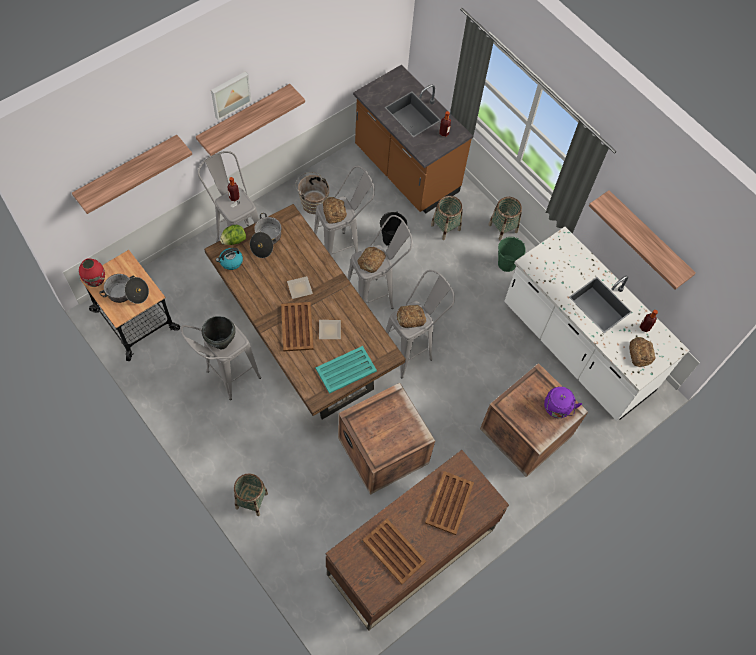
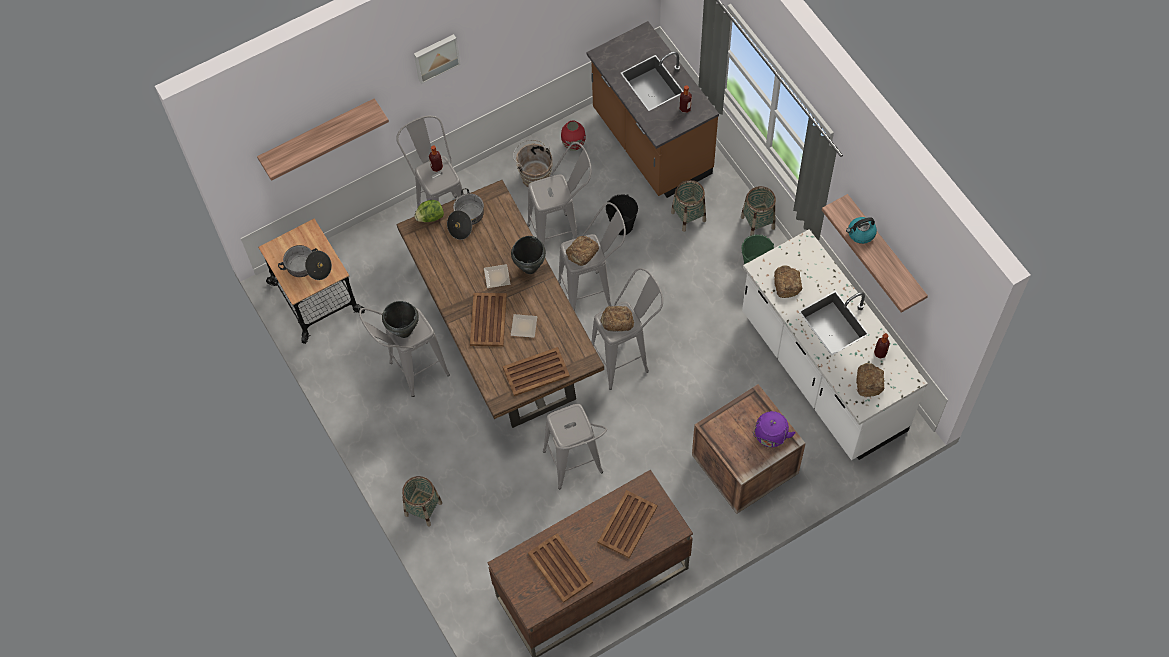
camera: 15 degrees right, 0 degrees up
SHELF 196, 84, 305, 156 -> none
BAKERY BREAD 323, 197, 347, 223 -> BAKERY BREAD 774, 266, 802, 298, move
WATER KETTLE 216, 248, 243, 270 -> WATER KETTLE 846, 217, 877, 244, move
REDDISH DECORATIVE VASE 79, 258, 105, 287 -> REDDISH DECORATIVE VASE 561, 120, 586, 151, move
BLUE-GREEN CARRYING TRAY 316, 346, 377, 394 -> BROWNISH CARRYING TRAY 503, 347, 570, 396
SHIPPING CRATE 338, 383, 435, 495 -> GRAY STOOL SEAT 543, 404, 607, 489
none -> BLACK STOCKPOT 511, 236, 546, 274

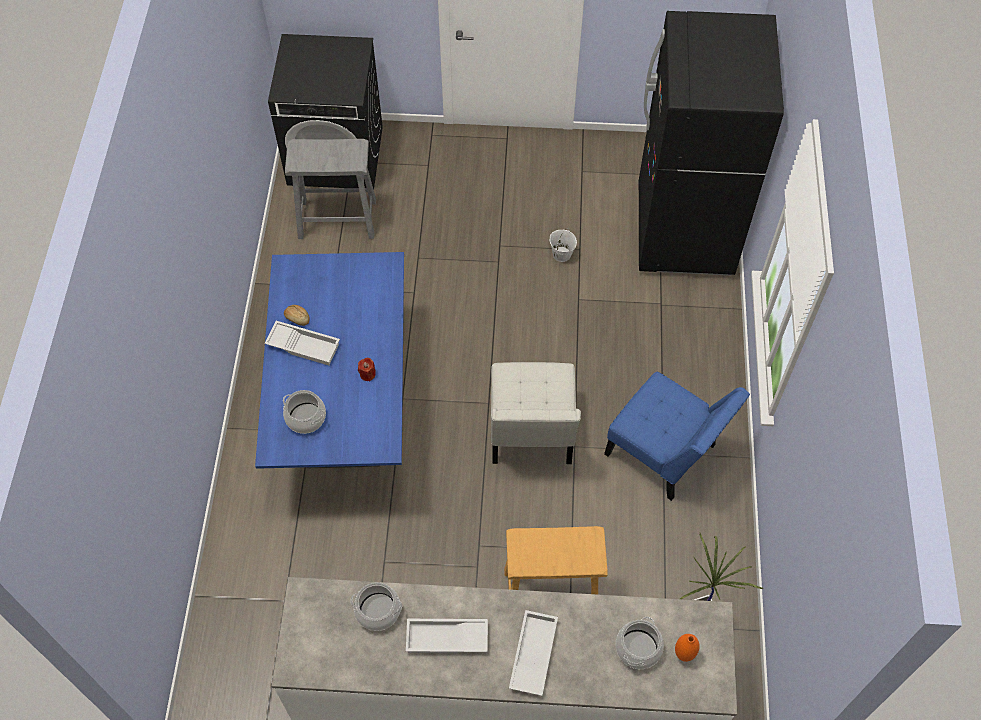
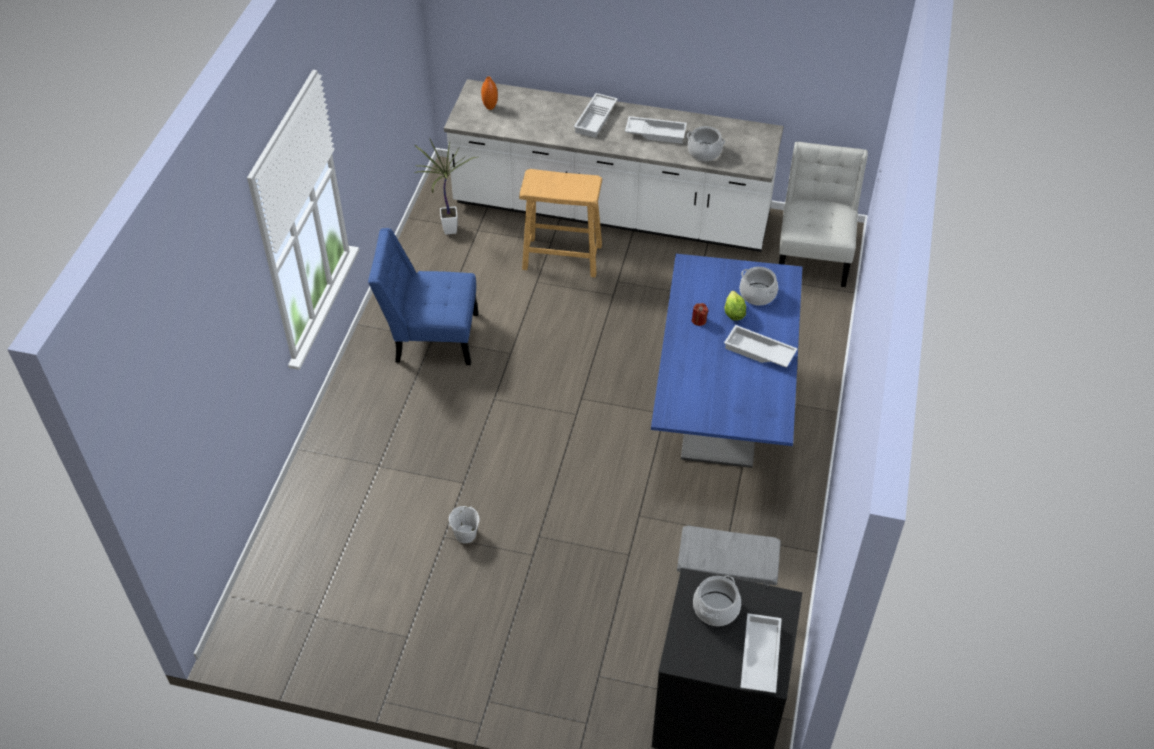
camera: 170 degrees left, 10 degrees down
BLACK KITCHEN FRIDGE 639, 11, 784, 276 -> none
BAKERY BREAD 284, 305, 310, 326 -> none
WHITE CHAIR 491, 362, 581, 464 -> WHITE CHAIR 779, 142, 868, 287, move
BLUE CHAIR 604, 372, 750, 501 -> BLUE CHAIR 368, 228, 479, 365, 45 degrees counterclockwise
STOCKPOT 616, 617, 664, 669 -> STOCKPOT 693, 576, 741, 626, move
none -> HEAD OF LETTUCE 725, 291, 746, 321
none -> WHITE CARRYING TRAY 740, 613, 782, 693

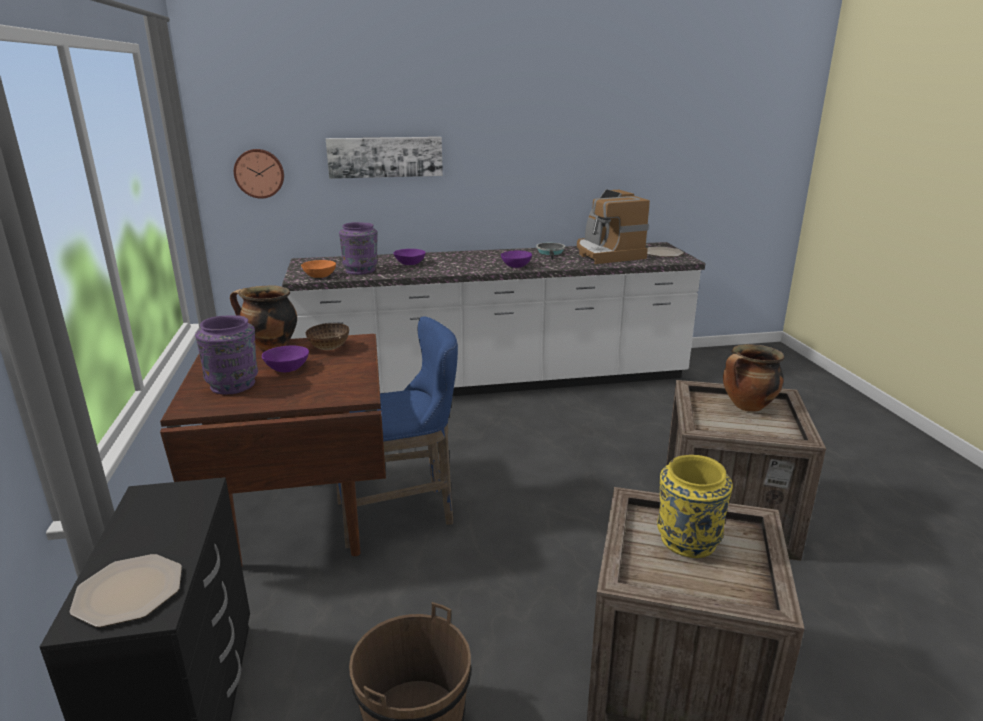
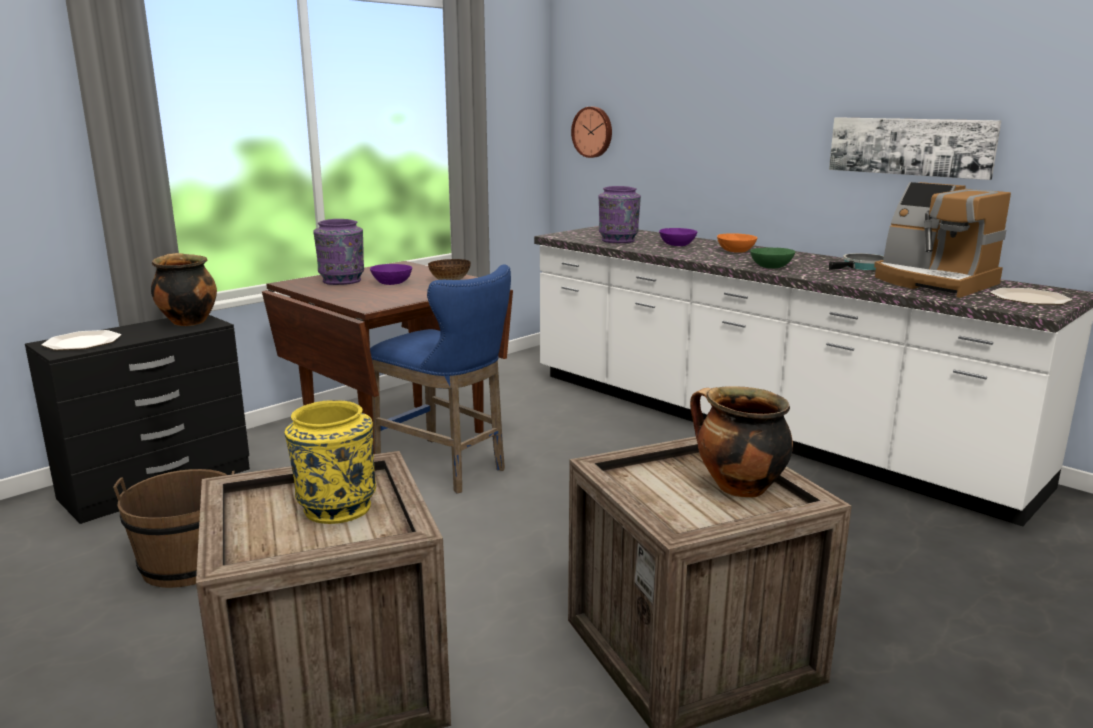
camera: 55 degrees right, 5 degrees down
WALL ART 326, 137, 443, 179 -> WALL ART 829, 117, 1001, 180, move
COFFEE MAKER 577, 189, 650, 264 -> COFFEE MAKER 874, 182, 1011, 298, 75 degrees counterclockwise
PURPLE-COLOURED SERVING BOWL 501, 251, 532, 268 -> GREEN-COLOURED SERVING BOWL 750, 247, 796, 269
ORANGEY SERVING BOWL 301, 260, 336, 278 -> ORANGEY SERVING BOWL 717, 233, 757, 253, move
STOCKPOT 230, 286, 297, 351 -> STOCKPOT 151, 253, 217, 326, move

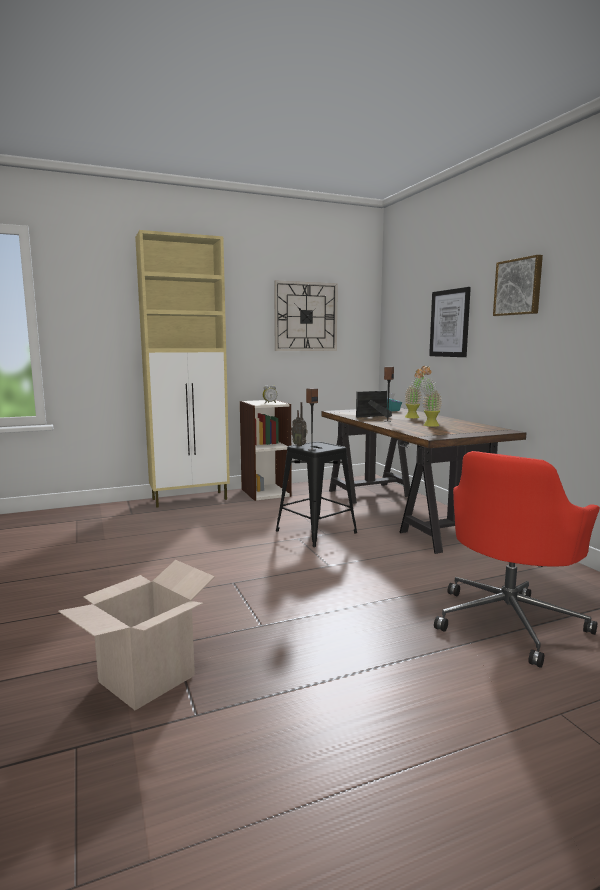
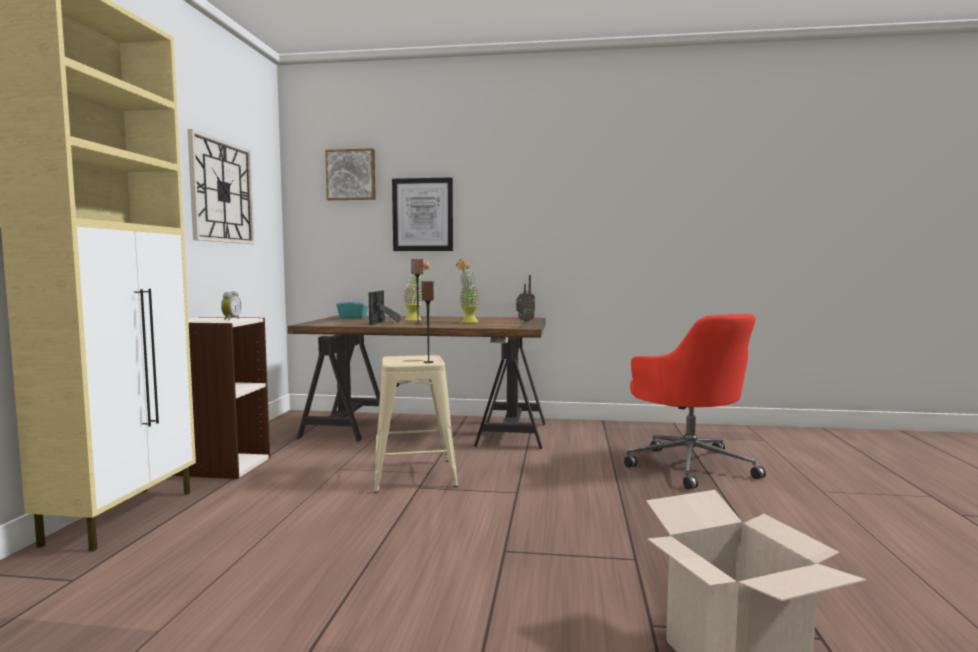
camera: 60 degrees left, 5 degrees down
WALL ART 493, 255, 543, 316 -> WALL ART 325, 148, 376, 200, move
RADIO SET 291, 402, 307, 447 -> RADIO SET 516, 275, 535, 322, move
BLACK STOOL SEAT 276, 442, 357, 547 -> BEIGE STOOL SEAT 374, 355, 458, 493

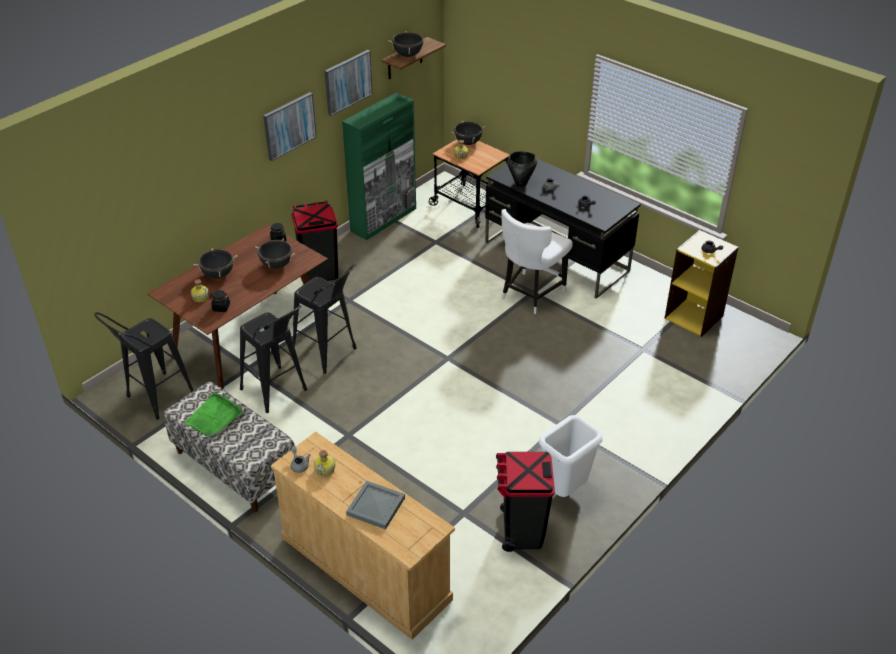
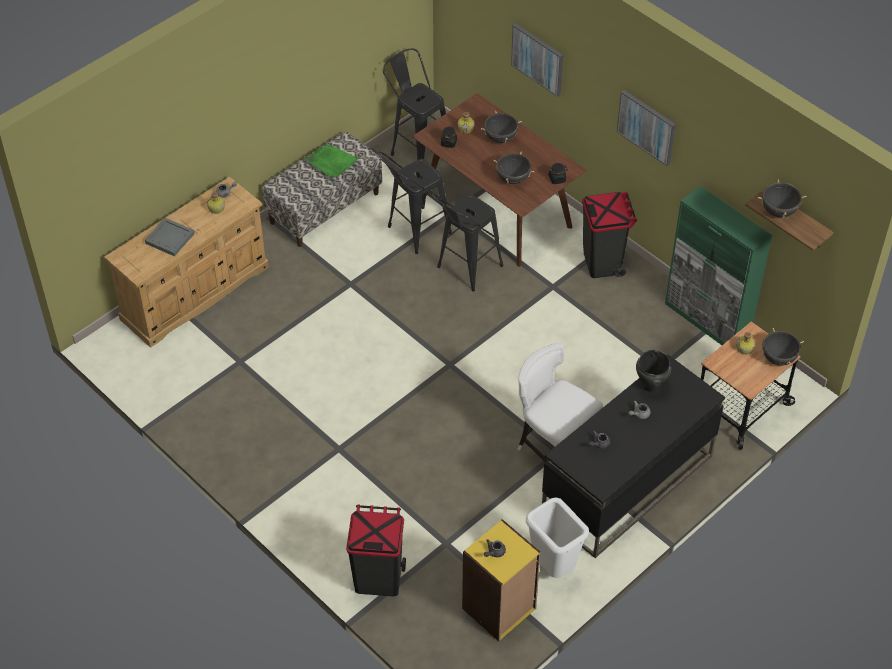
camera: 95 degrees right, 10 degrees up
WALL ART 325, 50, 373, 116 -> WALL ART 511, 23, 563, 97, move
WHITE WASTE BIN 539, 415, 603, 497 -> WHITE WASTE BIN 526, 497, 589, 578, move
BLACK WASTE BIN 496, 452, 555, 552 -> BLACK WASTE BIN 346, 504, 406, 596, move

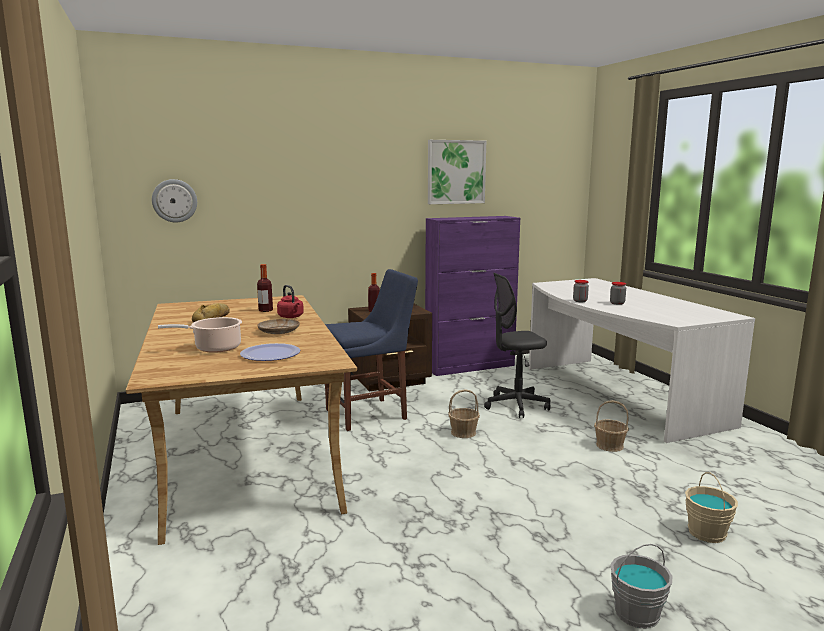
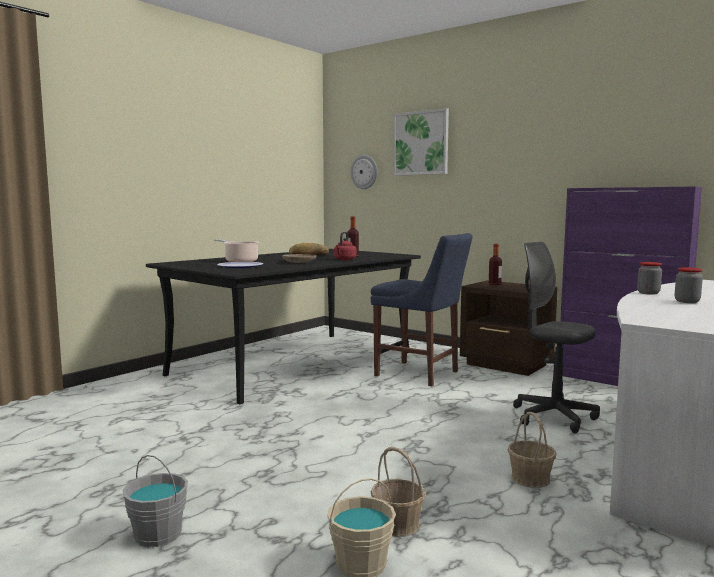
camera: 60 degrees right, 5 degrees down
WALL ART 428, 140, 486, 204 -> WALL ART 393, 108, 449, 176, move
BEIGE DINING TABLE 126, 295, 357, 545 -> BLACK DINING TABLE 146, 249, 421, 404
STORAGE BASKET 448, 389, 480, 438 -> STORAGE BASKET 371, 447, 426, 537, move

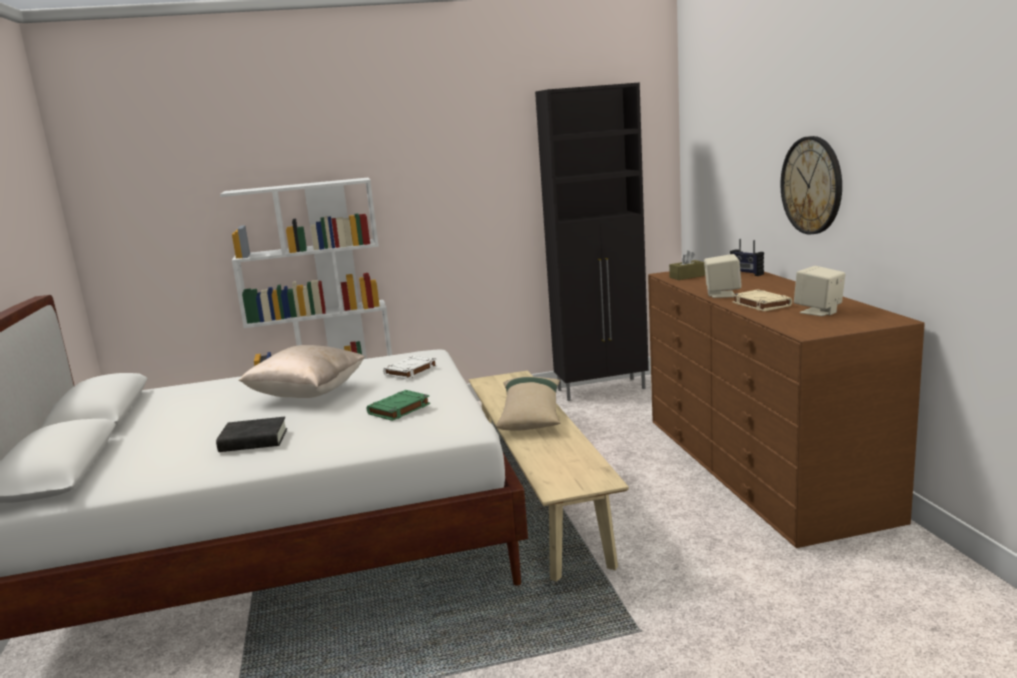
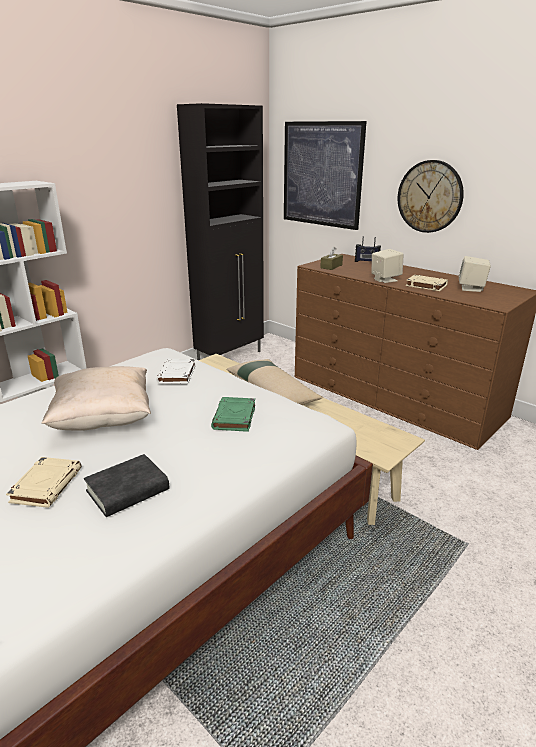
camera: 35 degrees left, 10 degrees up
none -> WALL ART 284, 121, 367, 230
none -> BEIGE VOLUME 6, 457, 82, 508

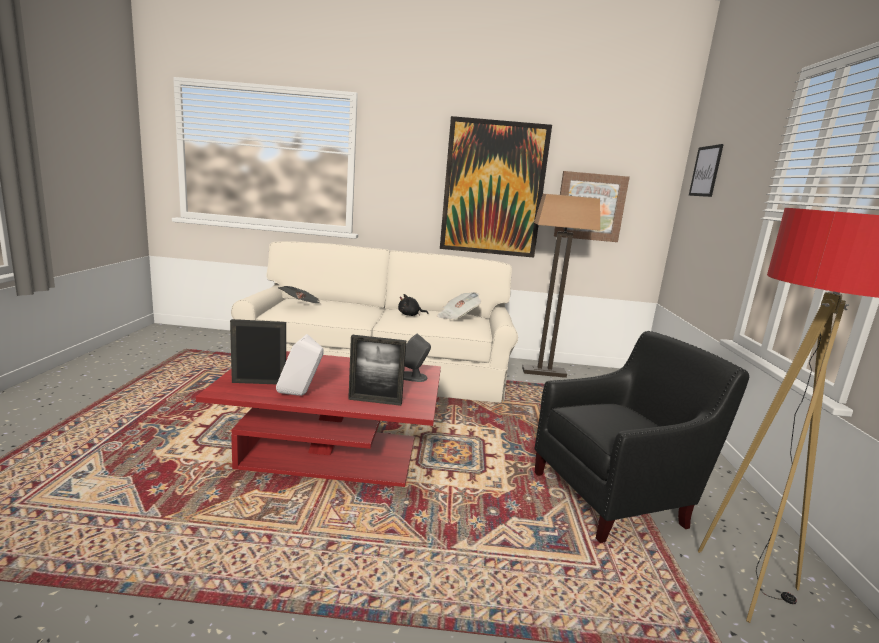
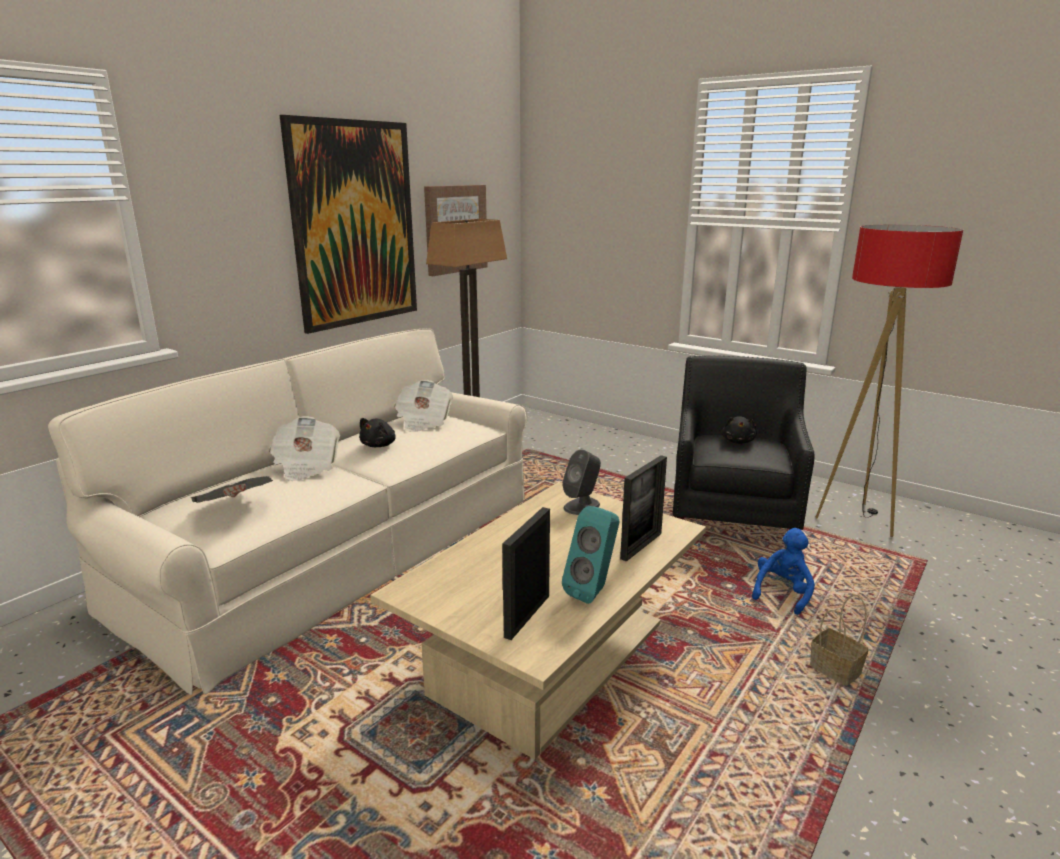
camera: 55 degrees left, 5 degrees up
WALL ART 689, 144, 724, 197 -> none
WHITE SPEAKER 276, 334, 324, 396 -> BLUE-GREEN SPEAKER 562, 506, 619, 604
REDDISH LOW TABLE 196, 351, 441, 487 -> BEIGE LOW TABLE 370, 482, 706, 760
none -> NEWSPAPER 269, 416, 340, 481
none -> BLACK SOFT TOY 722, 416, 757, 444
none -> BLUE SOFT TOY 752, 528, 815, 615
none -> STORAGE BASKET 810, 595, 869, 686

